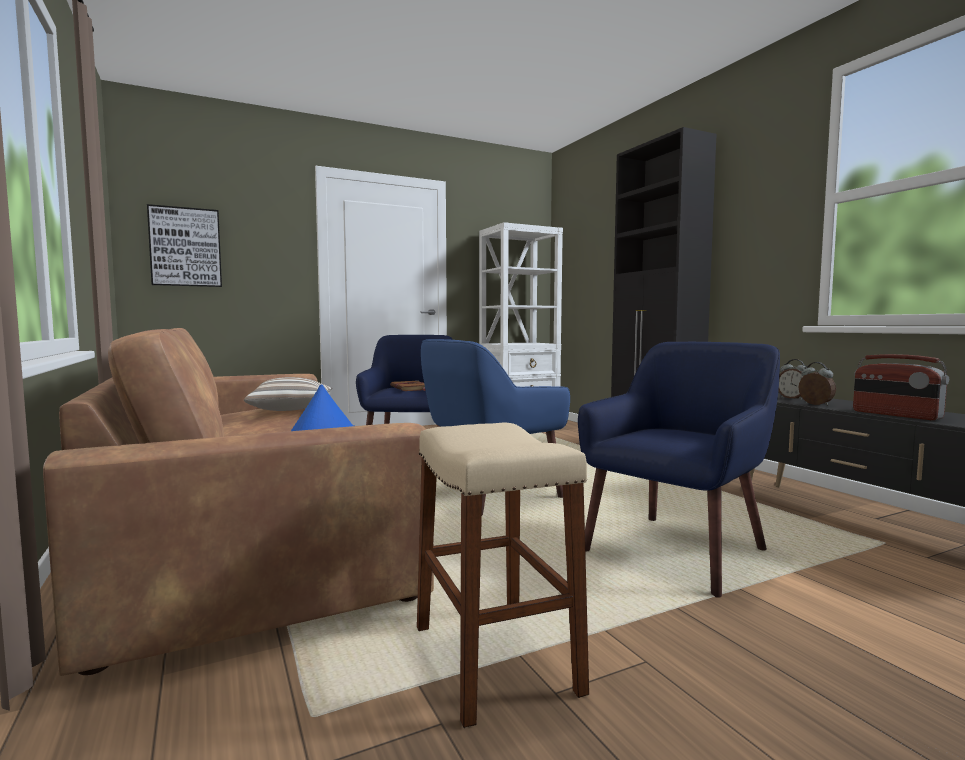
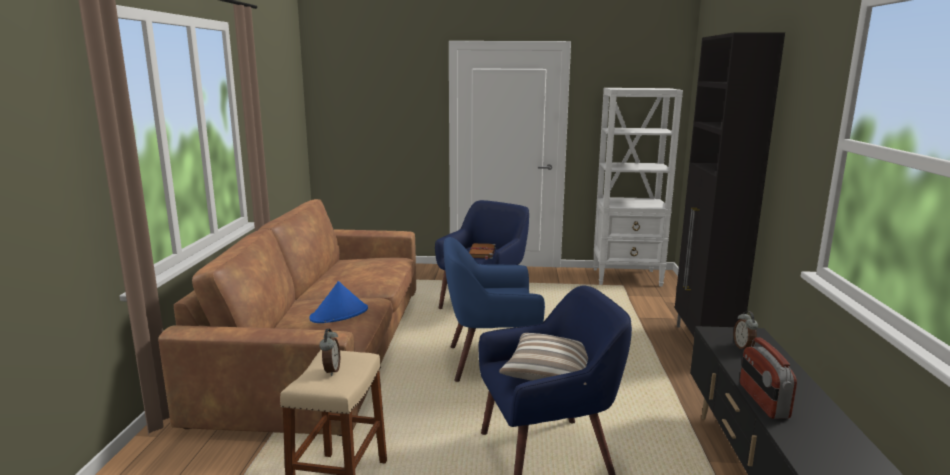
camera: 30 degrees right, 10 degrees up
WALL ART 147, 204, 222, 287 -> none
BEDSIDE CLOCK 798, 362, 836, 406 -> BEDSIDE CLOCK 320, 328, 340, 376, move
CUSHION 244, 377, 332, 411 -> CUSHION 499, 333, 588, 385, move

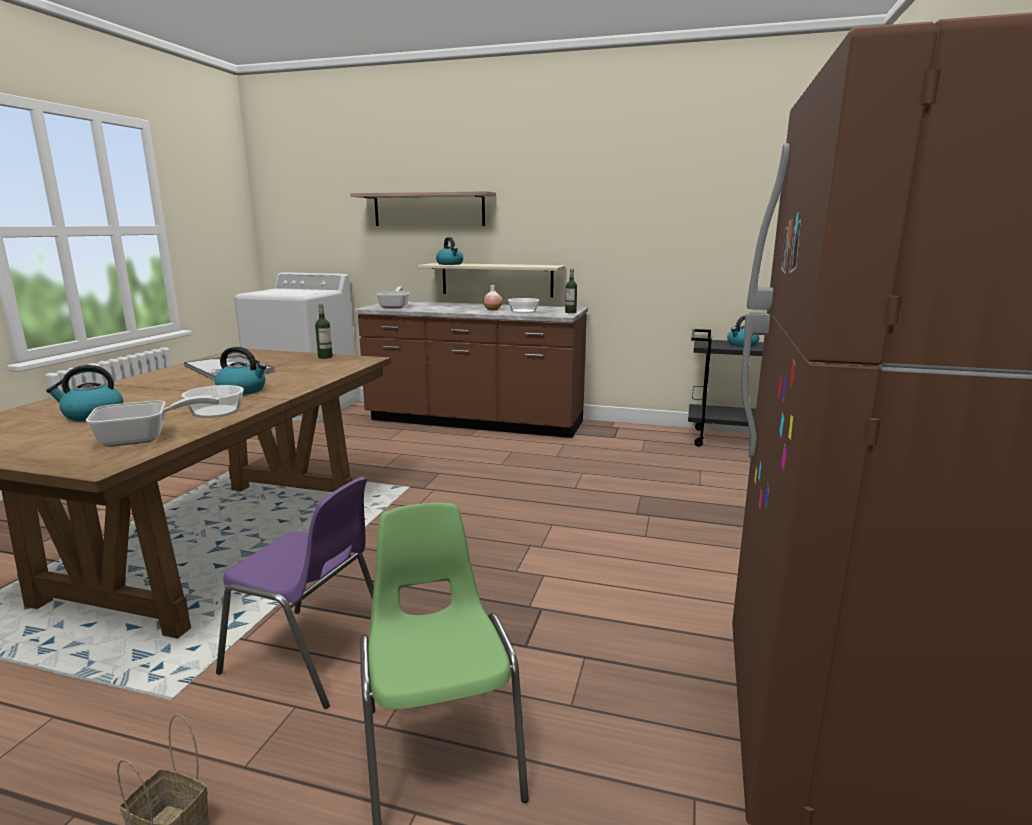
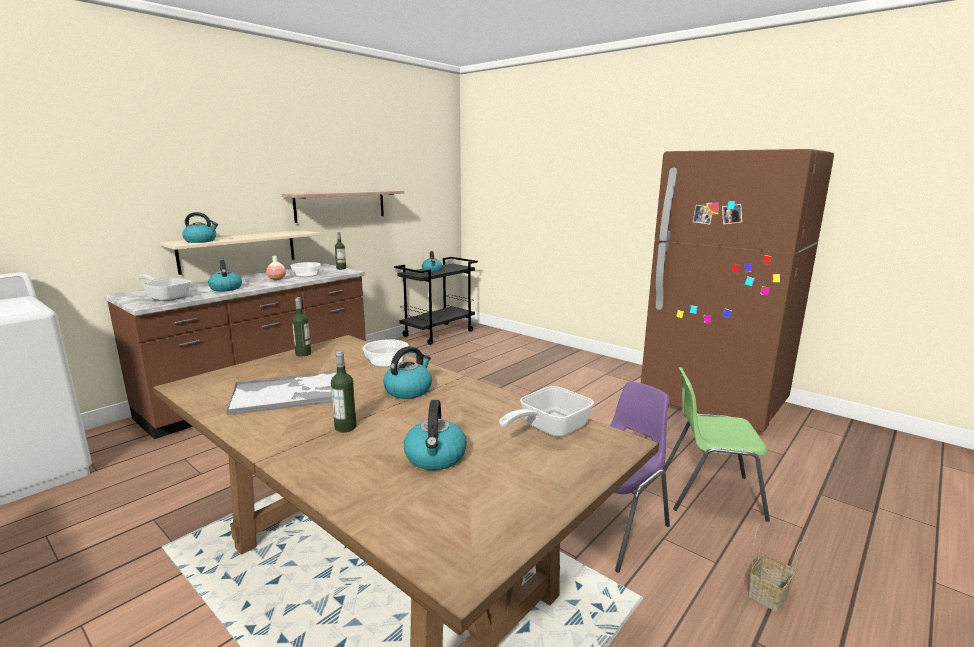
camera: 65 degrees left, 0 degrees up
SHELF 350, 191, 496, 226 -> SHELF 282, 190, 404, 223, move
SERVING BOWL 181, 385, 244, 418 -> SERVING BOWL 362, 339, 409, 368, move
FRYING PAN 86, 395, 220, 447 -> FRYING PAN 499, 386, 594, 437, 135 degrees counterclockwise
none -> WATER KETTLE 208, 260, 242, 292
none -> BEVERAGE BOTTLE 331, 351, 356, 432

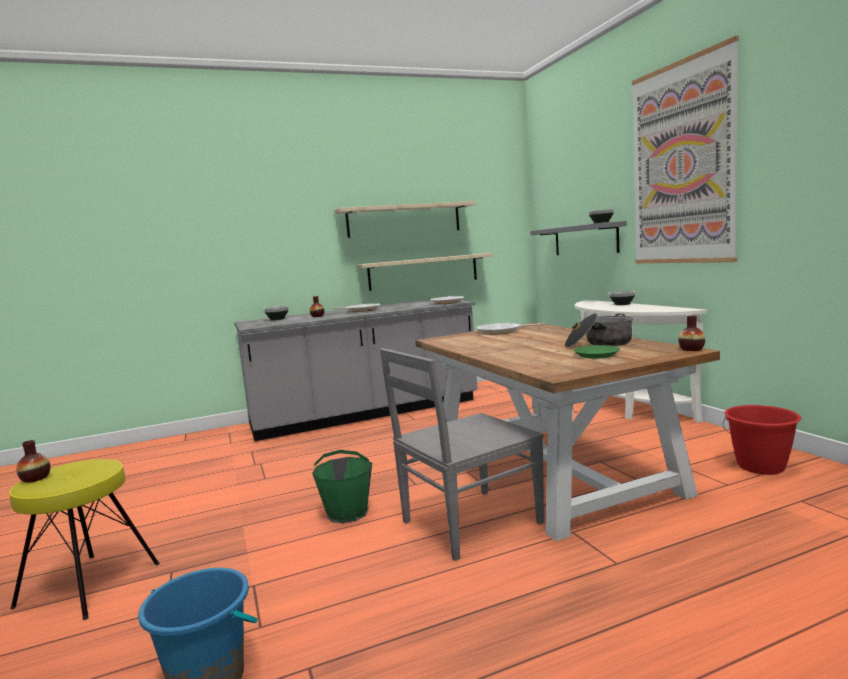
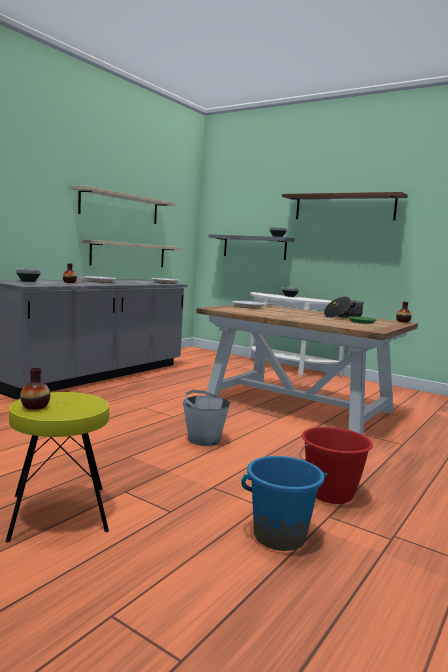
camera: 35 degrees left, 0 degrees up
WALL ART 632, 36, 739, 263 -> BROWNISH SHELF 282, 192, 408, 220
GRAY CHAIR 380, 348, 544, 561 -> none
REDDISH WATER BUCKET 723, 405, 801, 475 -> REDDISH WATER BUCKET 299, 427, 373, 504, move
GREEN-COLOURED WATER BUCKET 312, 450, 372, 524 -> GRAY WATER BUCKET 183, 390, 230, 446

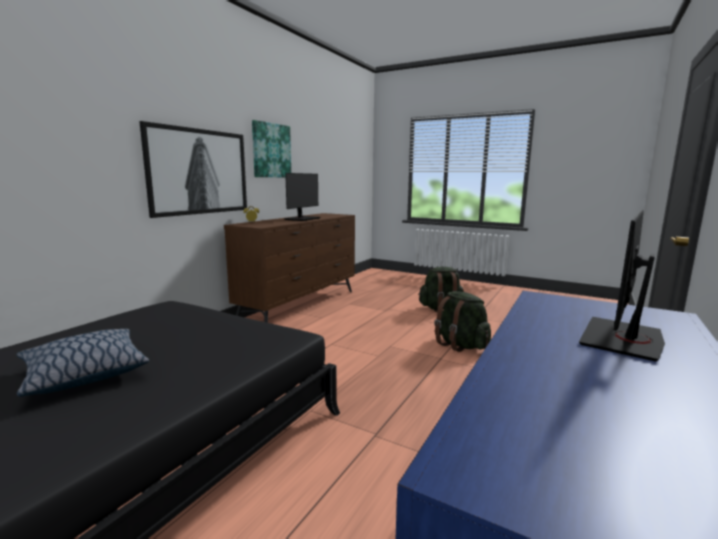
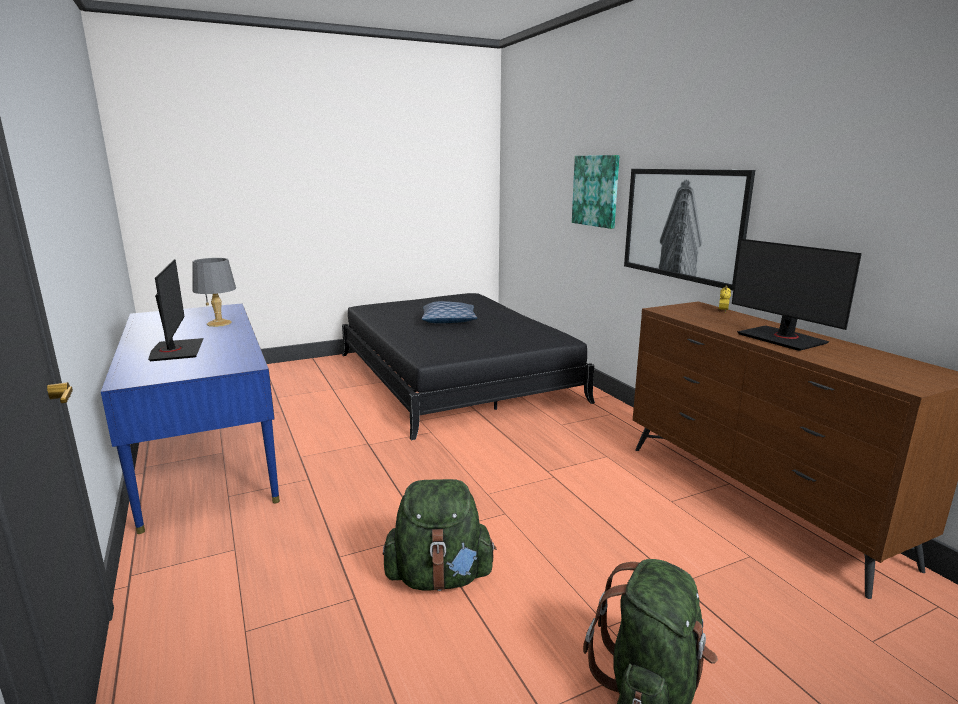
camera: 125 degrees right, 5 degrees up
WALL ART 252, 120, 291, 177 -> WALL ART 572, 155, 620, 229, move
none -> GRAY LAMP FOR A TABLE 192, 258, 236, 327

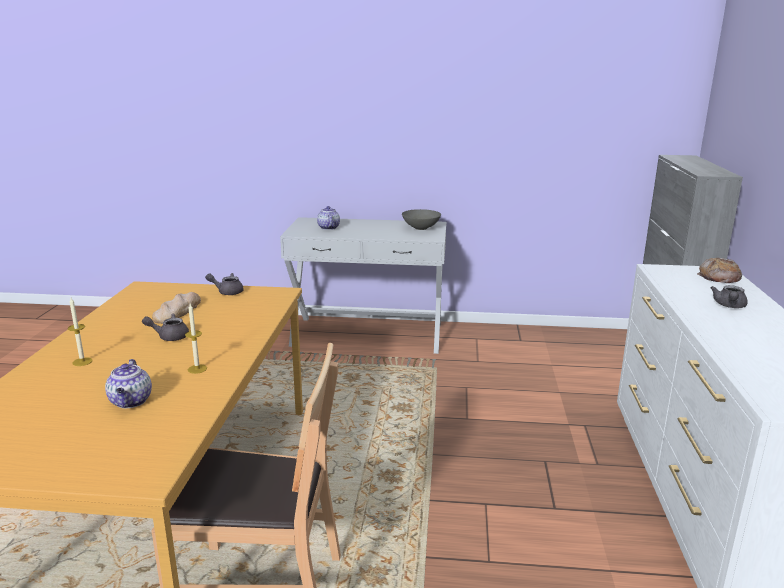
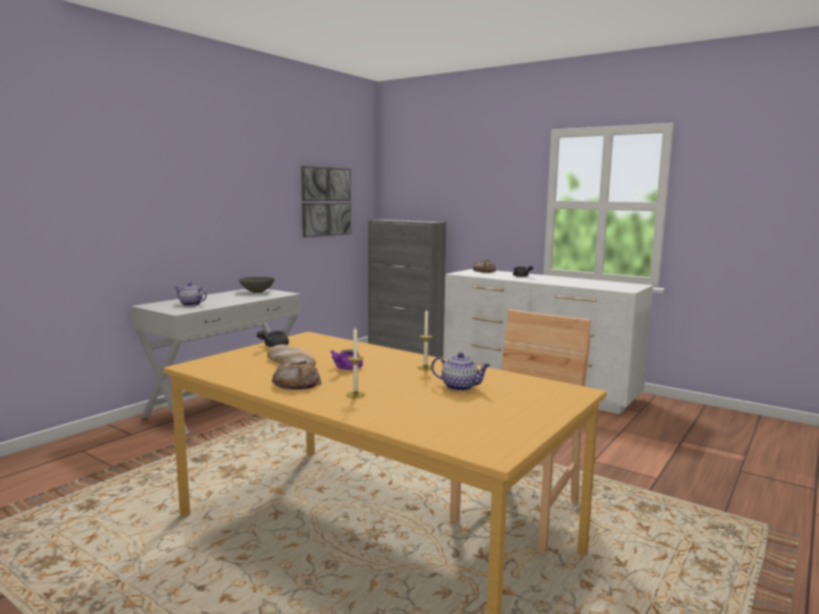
camera: 60 degrees left, 10 degrees down
GRAY TEA POT 142, 314, 189, 341 -> PURPLE-COLOURED TEA POT 330, 350, 363, 370
none -> WALL ART 301, 166, 351, 237
none -> BAKERY BREAD 272, 361, 321, 390

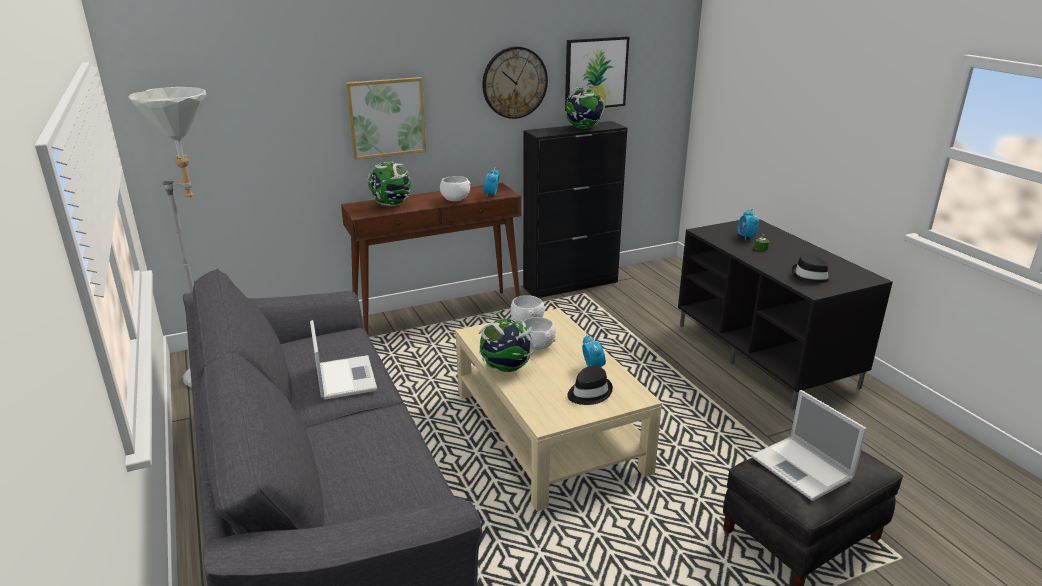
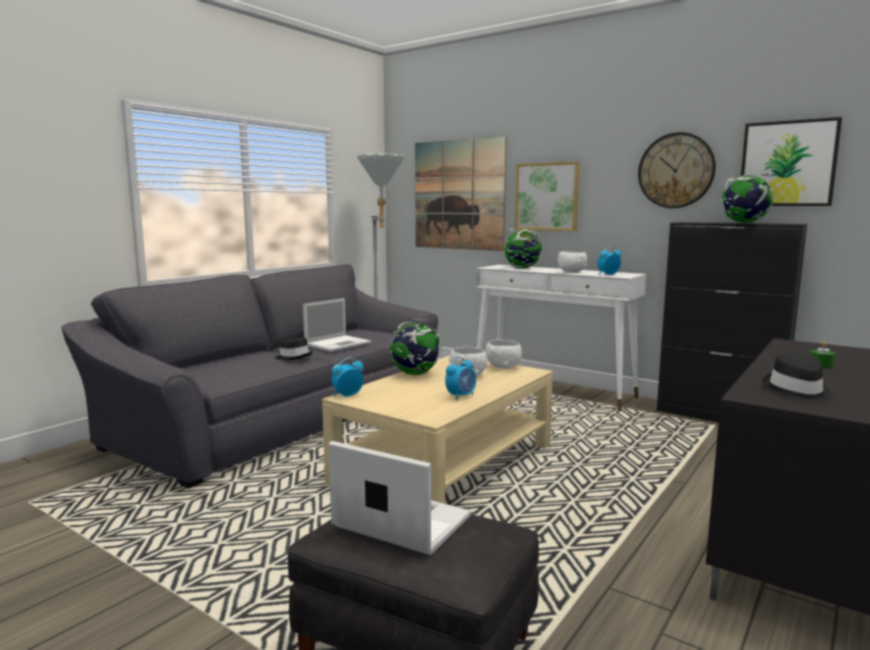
camera: 60 degrees right, 15 degrees down
BROWNISH CONSOLE TABLE 341, 183, 521, 334 -> WHITE CONSOLE TABLE 476, 265, 646, 411
BEDSIDE CLOCK 738, 209, 759, 241 -> BEDSIDE CLOCK 331, 358, 364, 396, move
BLACK HAT 567, 366, 613, 405 -> BLACK HAT 275, 338, 313, 360, move
LAPTOP 751, 390, 867, 501 -> LAPTOP 329, 441, 471, 555, 90 degrees clockwise
none -> WALL ART 415, 136, 506, 251

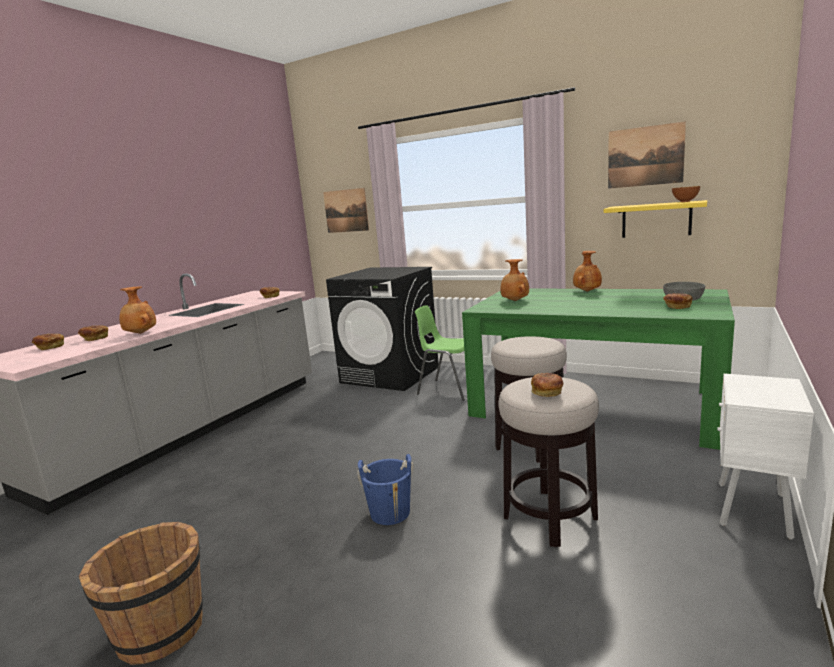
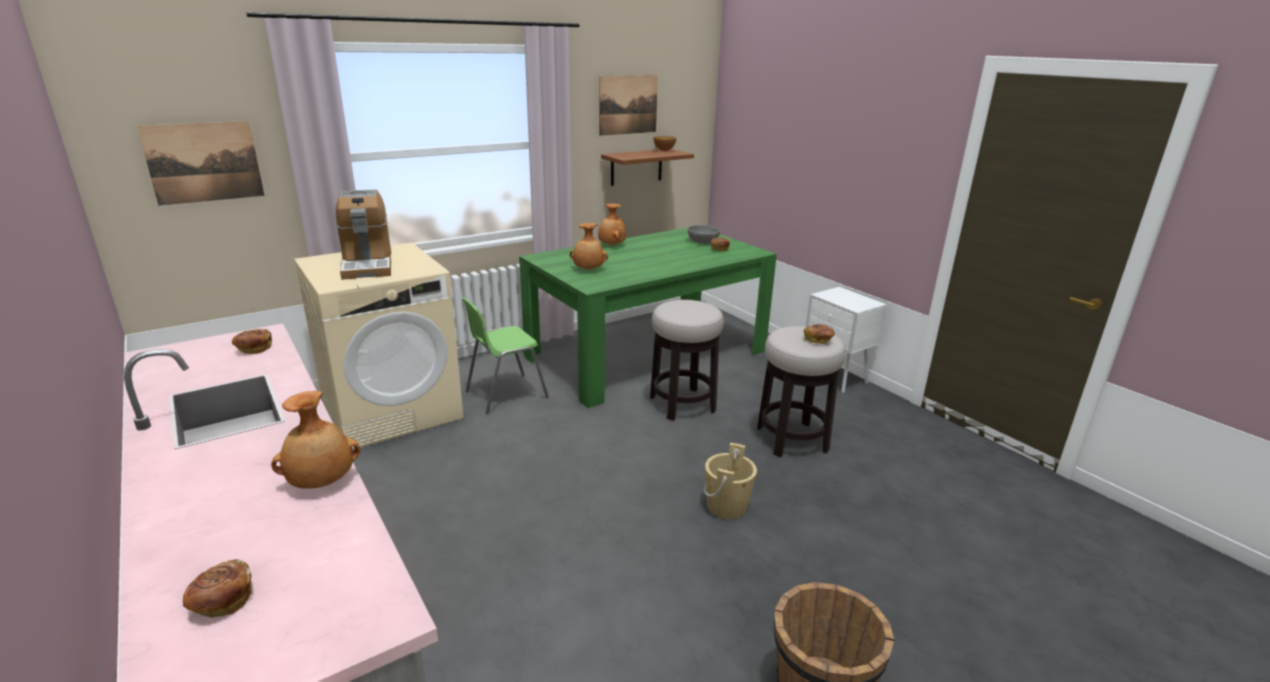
camera: 65 degrees left, 10 degrees up
YELLOWISH SHELF 604, 200, 707, 238 -> BROWNISH SHELF 601, 149, 694, 186
BLACK LAUNDRY MACHINE 326, 267, 439, 391 -> BEIGE LAUNDRY MACHINE 294, 242, 464, 450
BAKERY BREAD 78, 326, 108, 341 -> none
BLUE WATER BUCKET 357, 454, 414, 525 -> BEIGE WATER BUCKET 704, 443, 757, 519
none -> COFFEE MAKER 336, 190, 391, 280

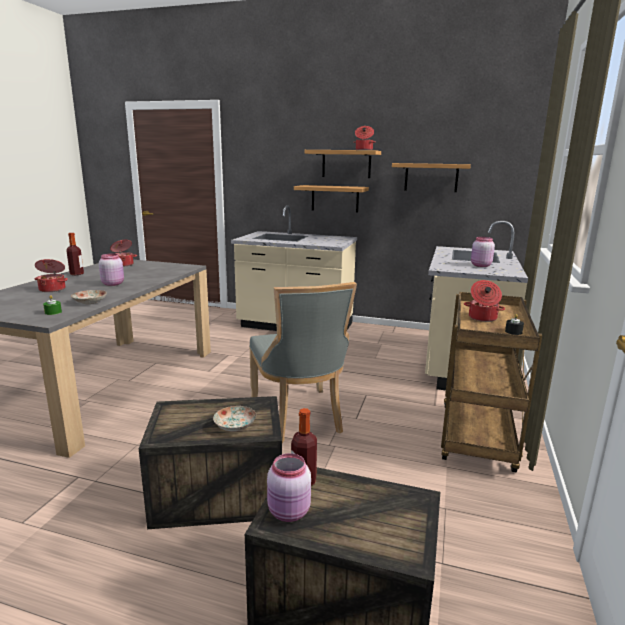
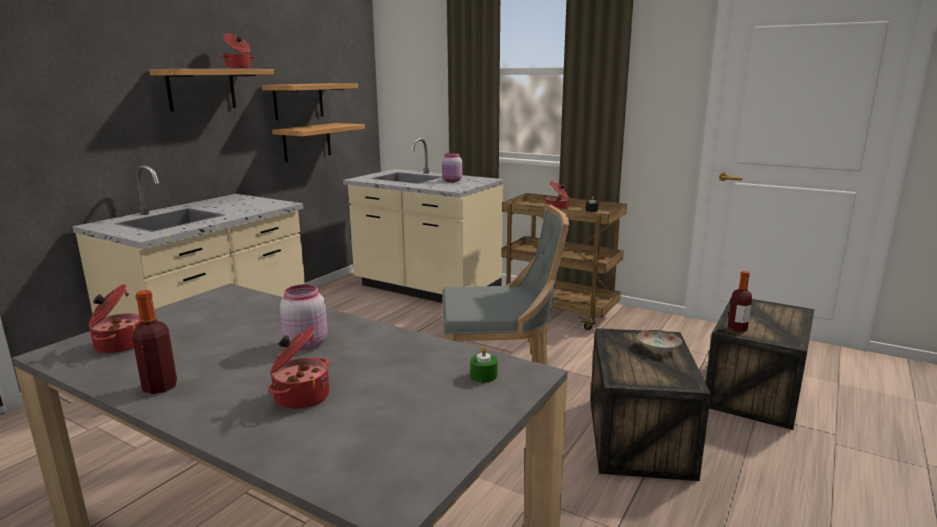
camera: 75 degrees left, 0 degrees up
SHELF 294, 185, 369, 213 -> SHELF 272, 123, 365, 162, move
FLAT DISH 71, 290, 107, 304 -> none
PINKISH PRESERVE JAR 267, 453, 311, 522 -> none

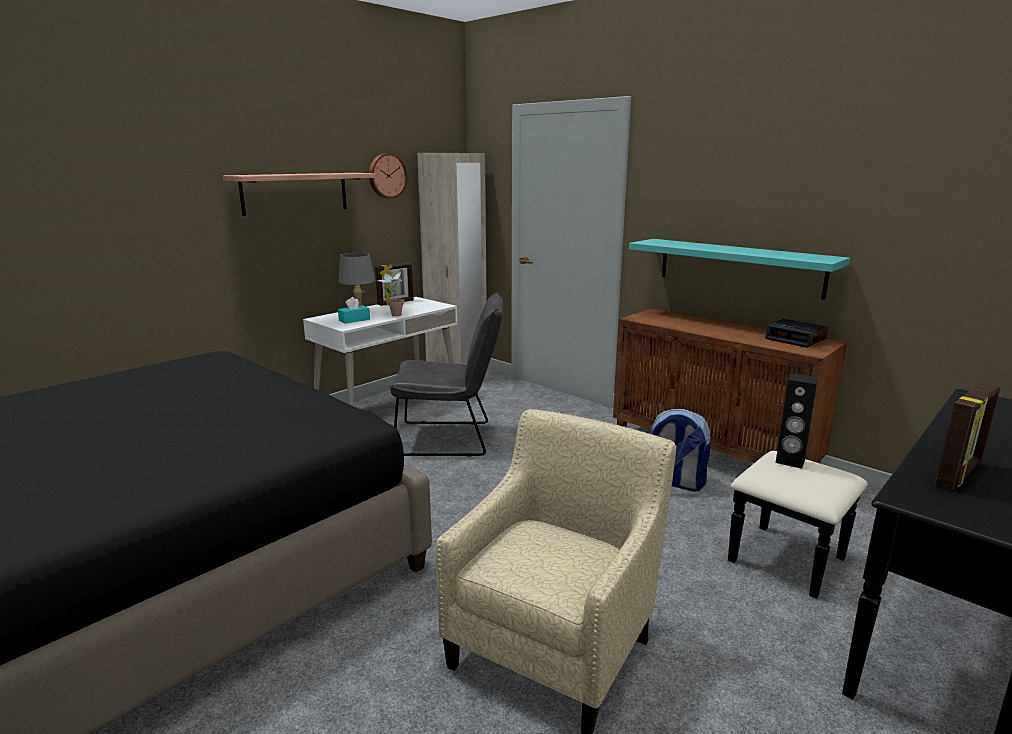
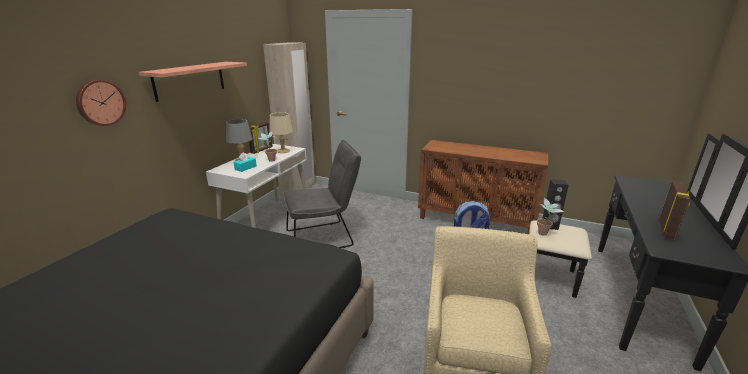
camera: 20 degrees left, 5 degrees up
CLOCK ON THE WALL 369, 153, 407, 199 -> CLOCK ON THE WALL 76, 80, 126, 126, move
BLUE-GREEN SHELF 629, 239, 850, 300 -> none
BEDSIDE CLOCK 765, 319, 828, 348 -> none
none -> BEIGE LAMP FOR A TABLE 269, 112, 293, 153
none -> PLANT IN A POT 537, 197, 564, 236

